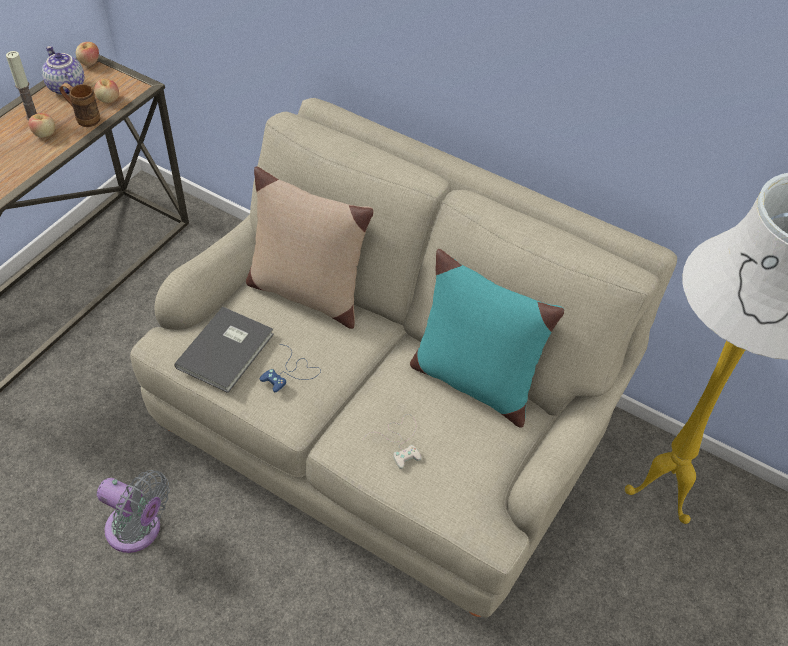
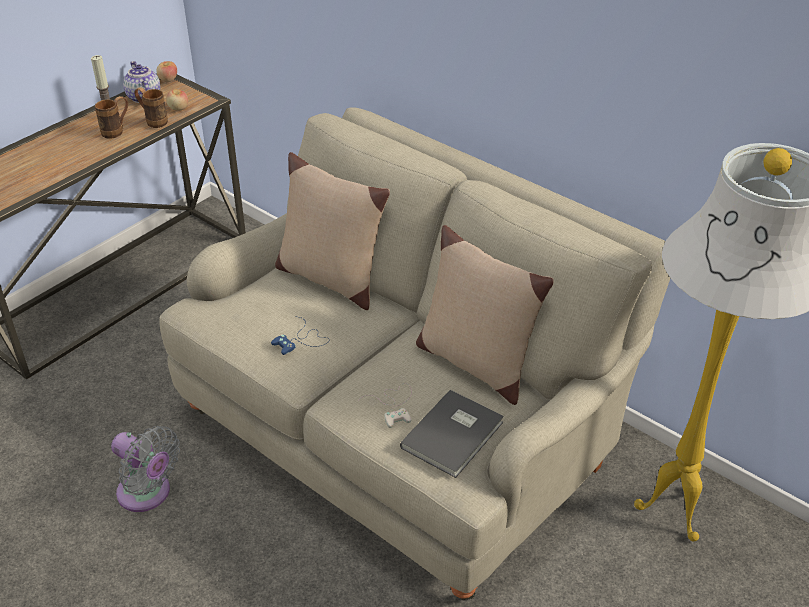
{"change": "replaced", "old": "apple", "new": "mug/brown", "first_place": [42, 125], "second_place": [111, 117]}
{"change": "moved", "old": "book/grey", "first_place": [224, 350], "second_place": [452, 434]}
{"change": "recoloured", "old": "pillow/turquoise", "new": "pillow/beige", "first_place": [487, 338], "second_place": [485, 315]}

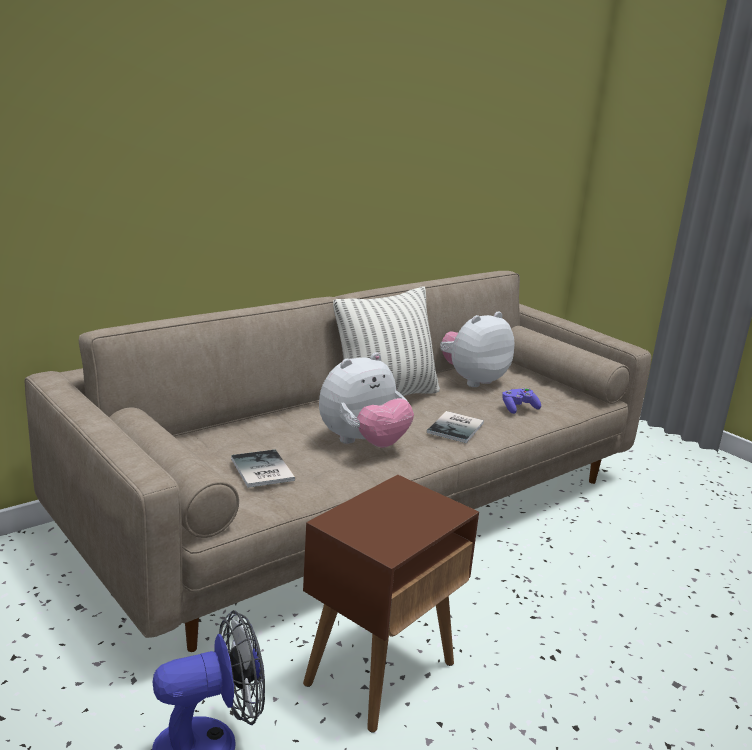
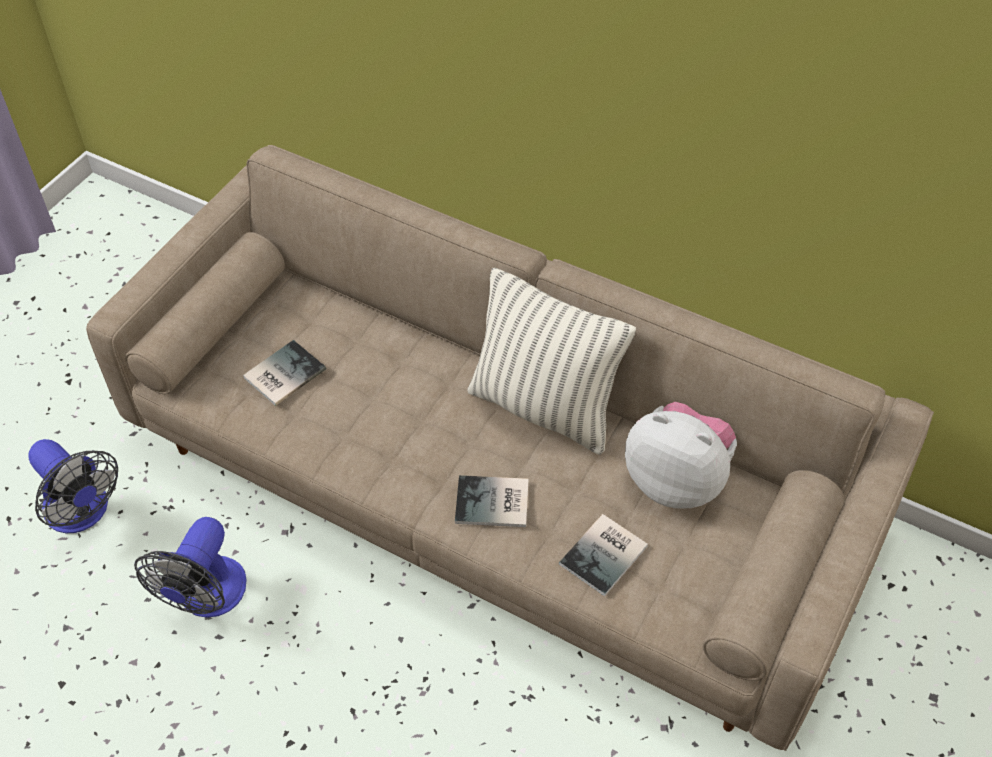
{"change": "replaced", "old": "side table/brown", "new": "fan", "first_place": [391, 604], "second_place": [190, 567]}
{"change": "removed", "old": "plush toy", "first_place": [366, 400]}
{"change": "replaced", "old": "game controller/purple", "new": "book", "first_place": [521, 401], "second_place": [603, 555]}

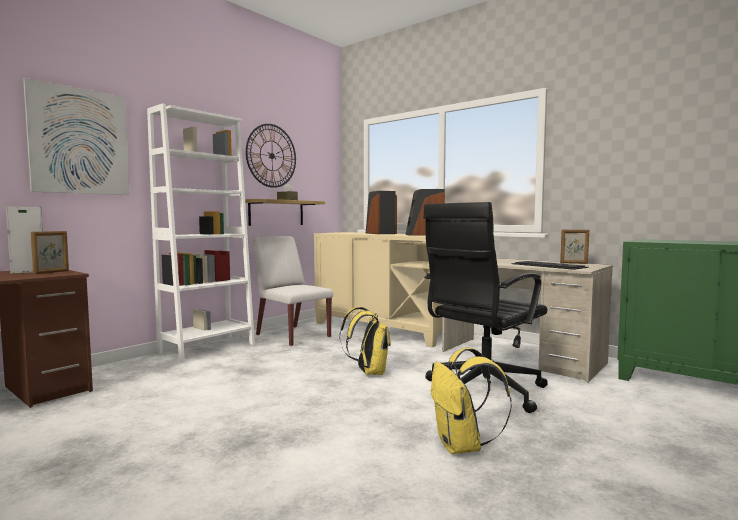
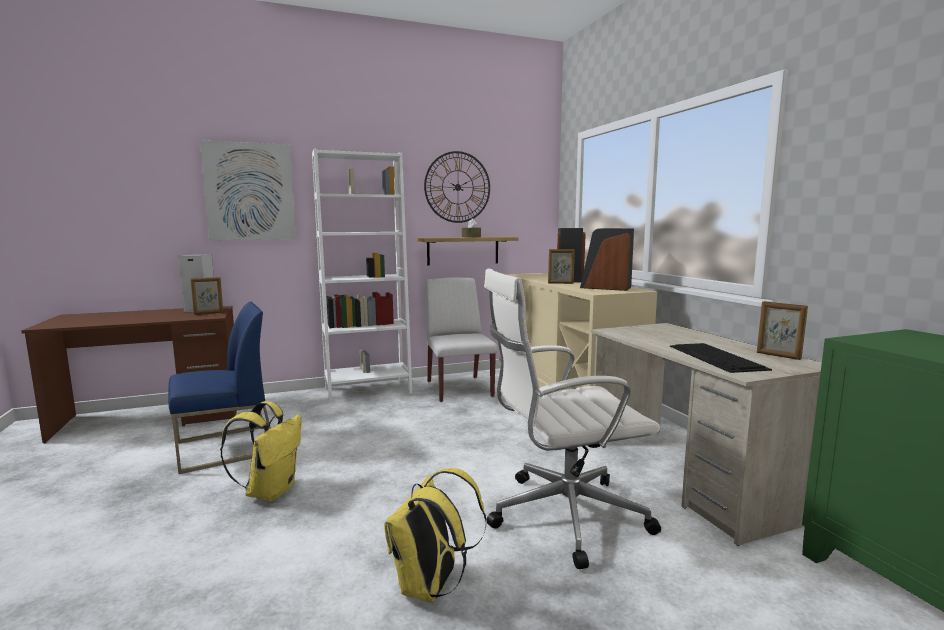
{"change": "moved", "old": "backpack/yellow", "first_place": [365, 341], "second_place": [261, 451]}
{"change": "recoloured", "old": "office chair/black", "new": "office chair/white", "first_place": [485, 307], "second_place": [572, 418]}
{"change": "added", "new": "chair/blue", "second_place": [219, 388]}
{"change": "added", "new": "picture frame", "second_place": [561, 266]}

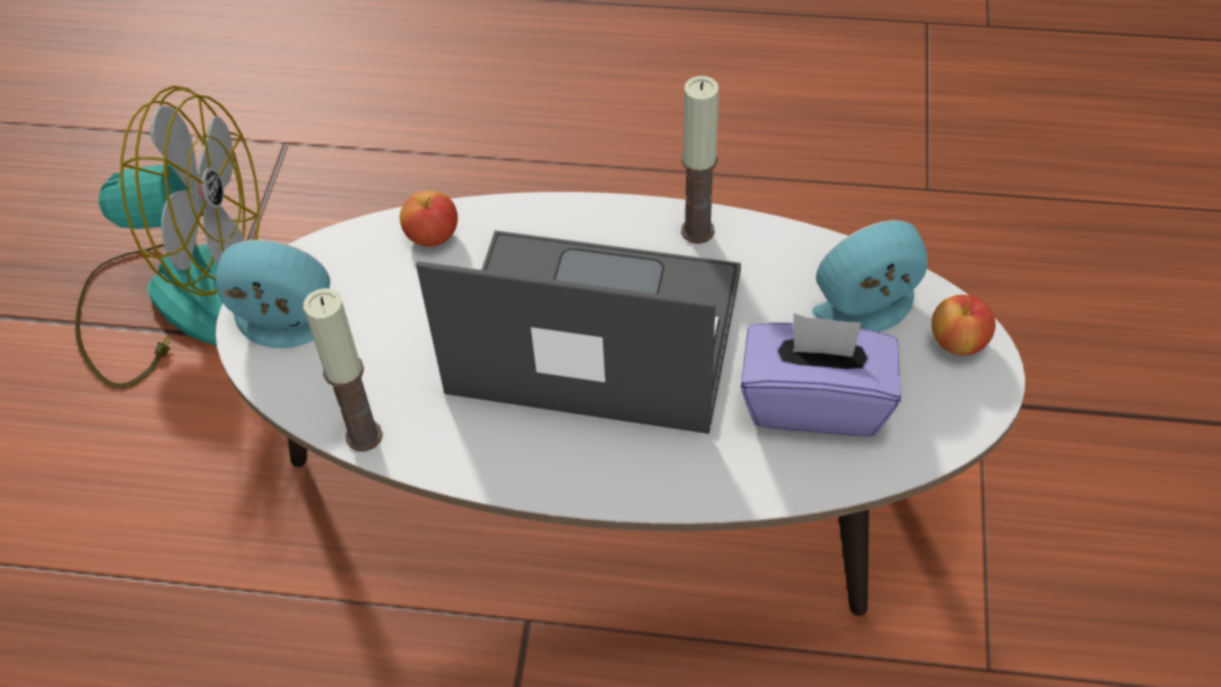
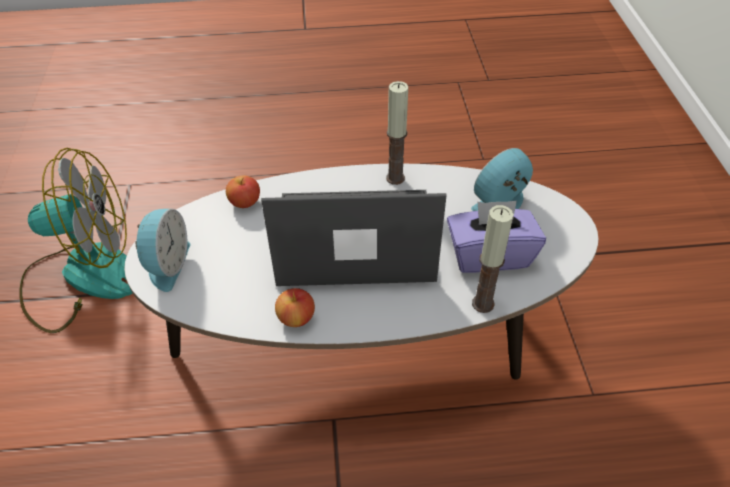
{"change": "turned", "old": "alarm clock", "first_place": [273, 294], "second_place": [163, 250], "degrees": 105}
{"change": "moved", "old": "candle", "first_place": [343, 369], "second_place": [493, 259]}
{"change": "moved", "old": "apple", "first_place": [963, 325], "second_place": [295, 307]}

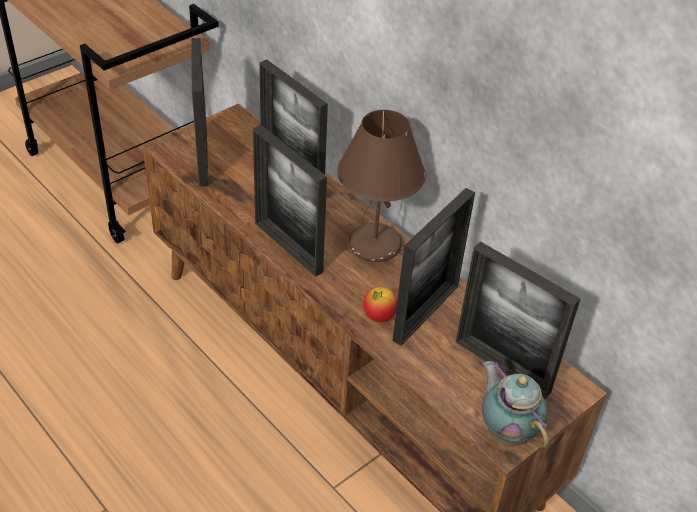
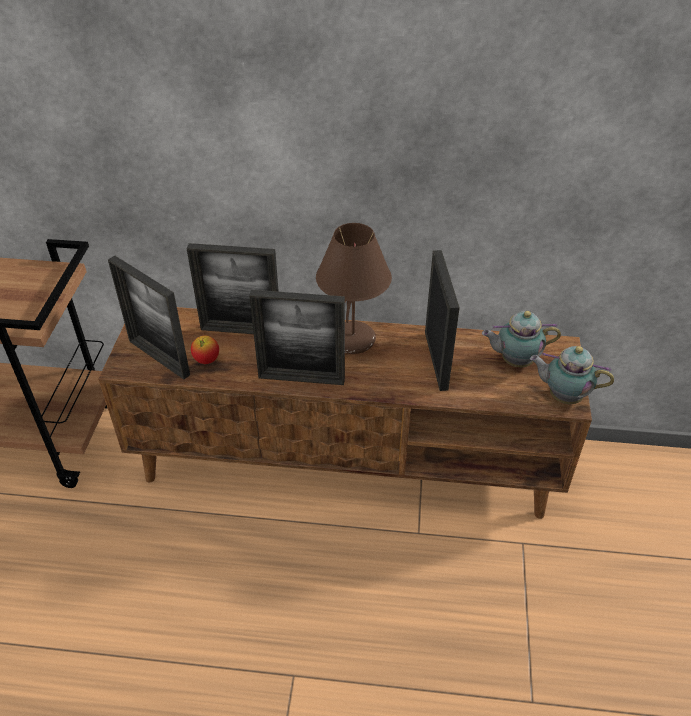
{"change": "moved", "old": "apple", "first_place": [380, 304], "second_place": [205, 349]}
{"change": "replaced", "old": "picture frame", "new": "teapot", "first_place": [518, 320], "second_place": [521, 339]}

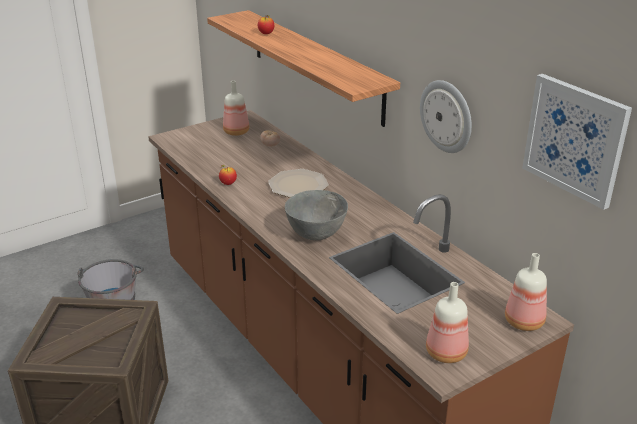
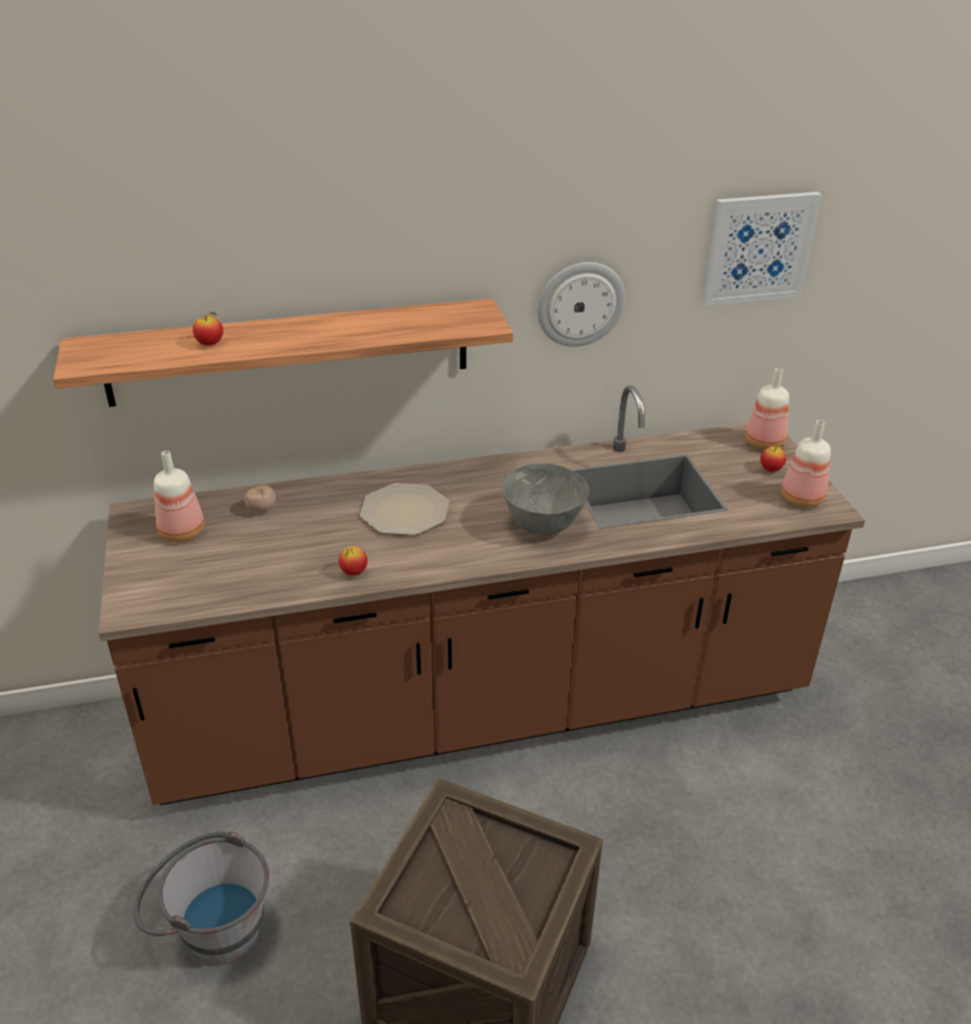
{"change": "added", "new": "apple", "second_place": [773, 458]}

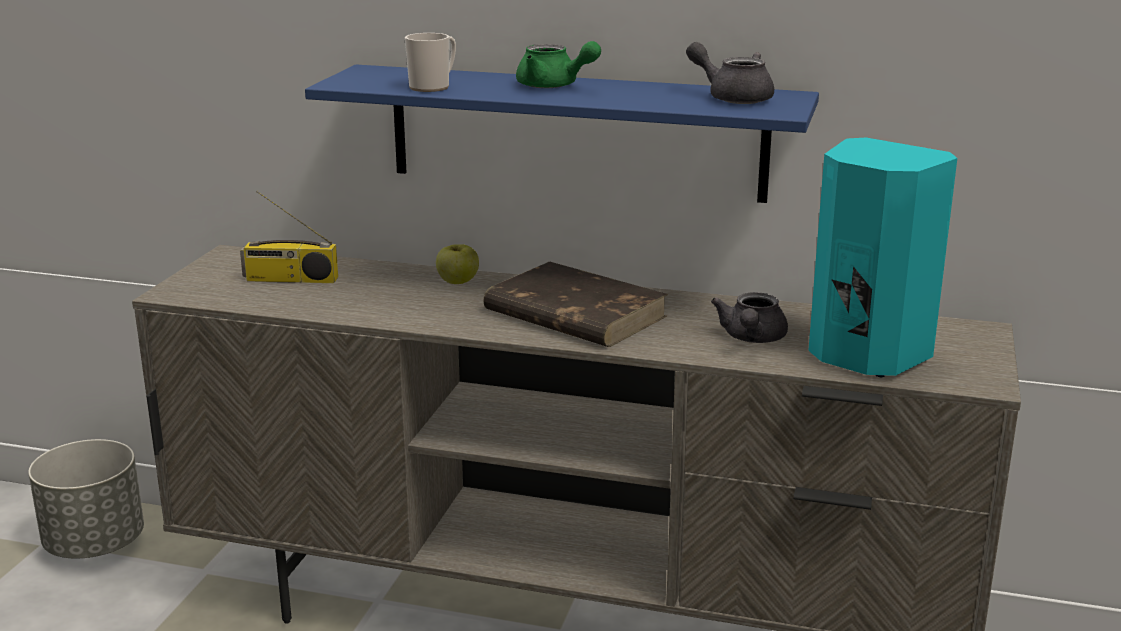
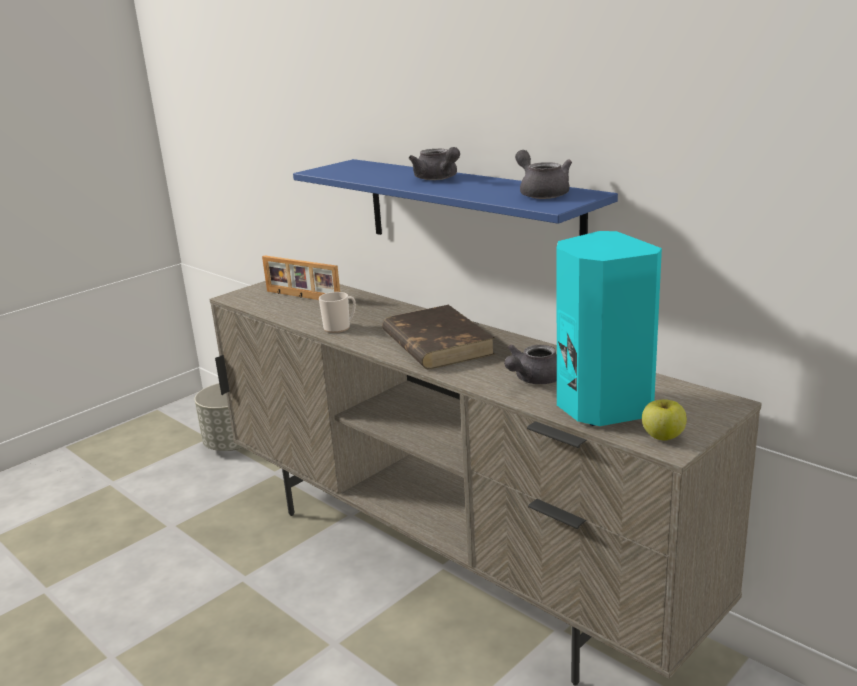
{"change": "replaced", "old": "radio", "new": "picture frame", "first_place": [289, 237], "second_place": [301, 278]}
{"change": "moved", "old": "mug", "first_place": [430, 62], "second_place": [337, 312]}
{"change": "moved", "old": "apple", "first_place": [457, 264], "second_place": [664, 419]}
{"change": "recoloured", "old": "teapot/green", "new": "teapot/grey", "first_place": [558, 64], "second_place": [434, 163]}

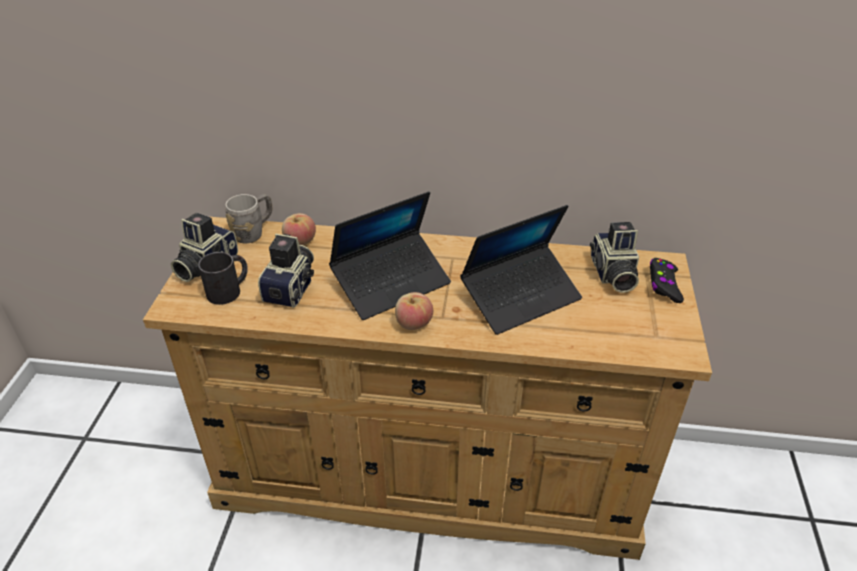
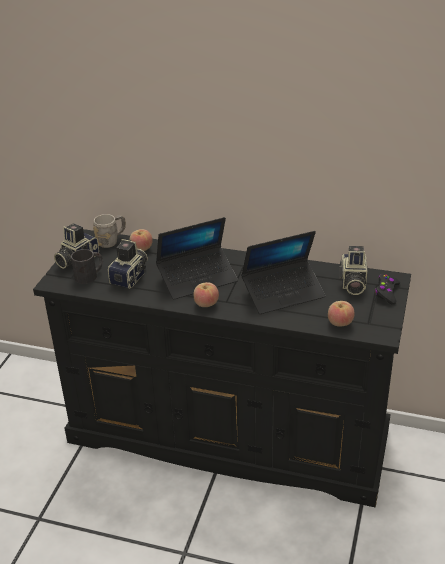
{"change": "recoloured", "old": "dresser/beige", "new": "dresser/black", "first_place": [427, 388], "second_place": [222, 368]}
{"change": "added", "new": "apple", "second_place": [341, 314]}

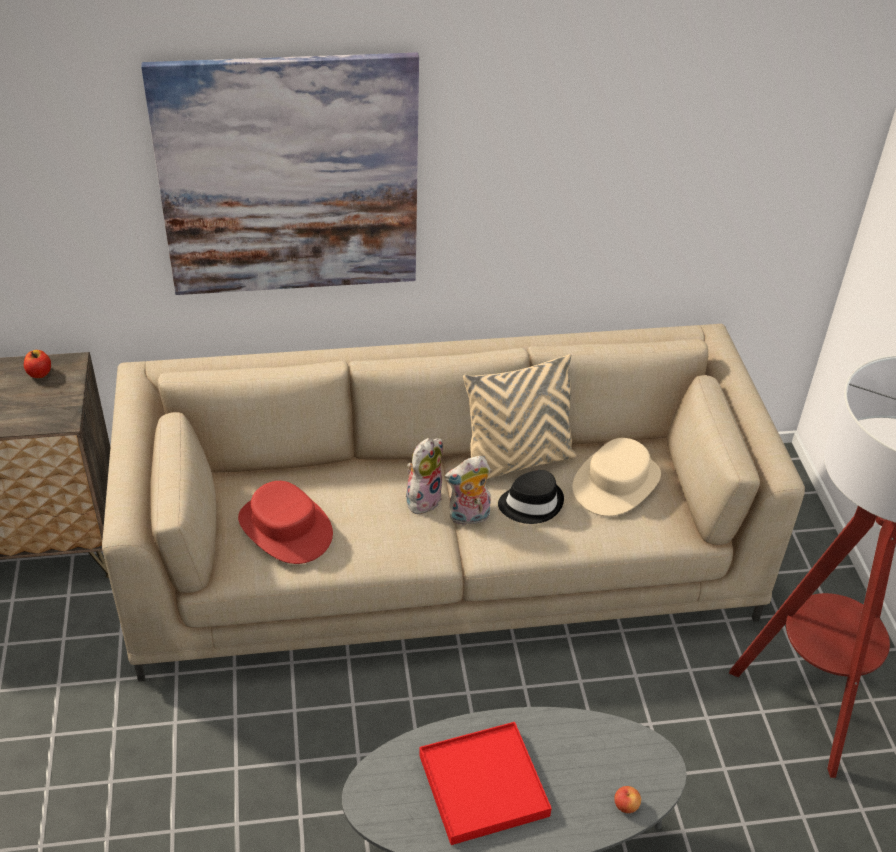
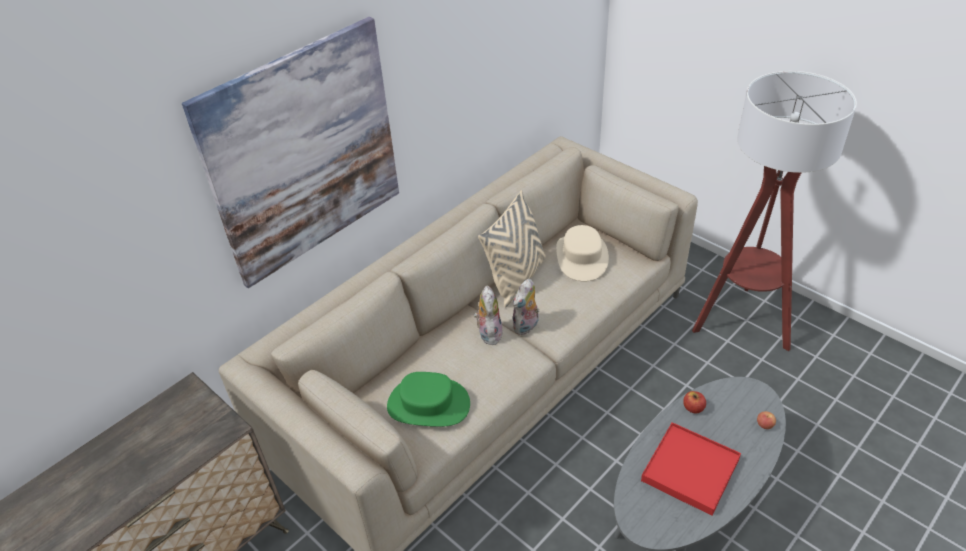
{"change": "moved", "old": "apple", "first_place": [37, 364], "second_place": [694, 402]}
{"change": "recoloured", "old": "hat/red", "new": "hat/green", "first_place": [285, 522], "second_place": [428, 399]}
{"change": "removed", "old": "hat/black", "first_place": [531, 497]}

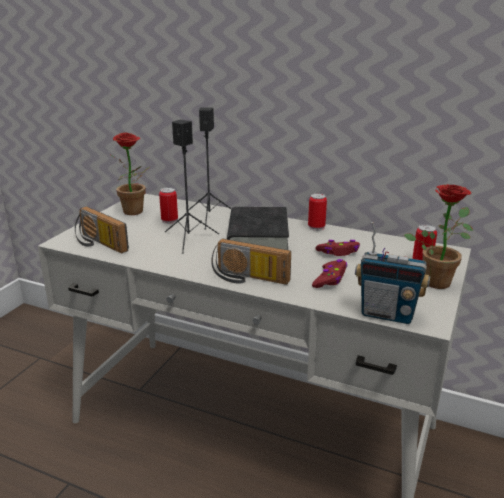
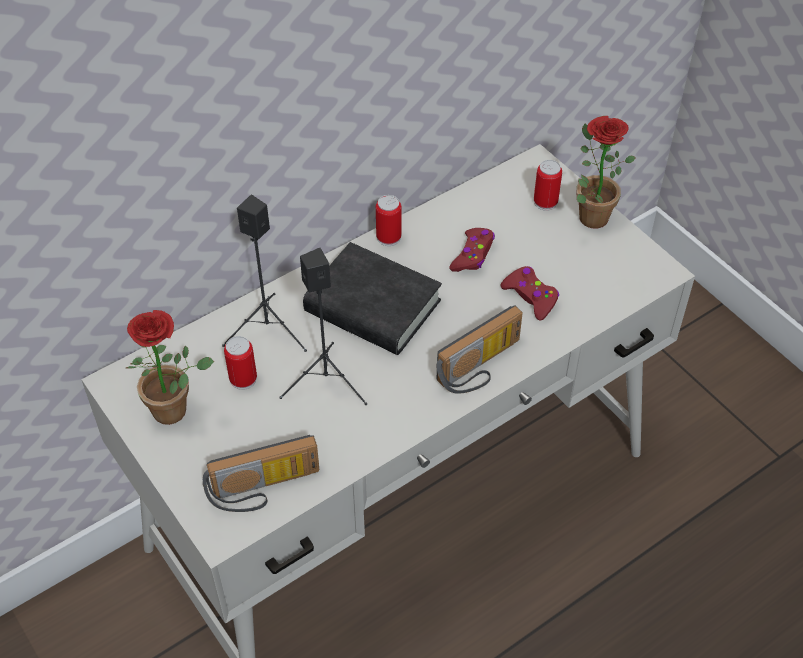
{"change": "removed", "old": "radio", "first_place": [392, 273]}

